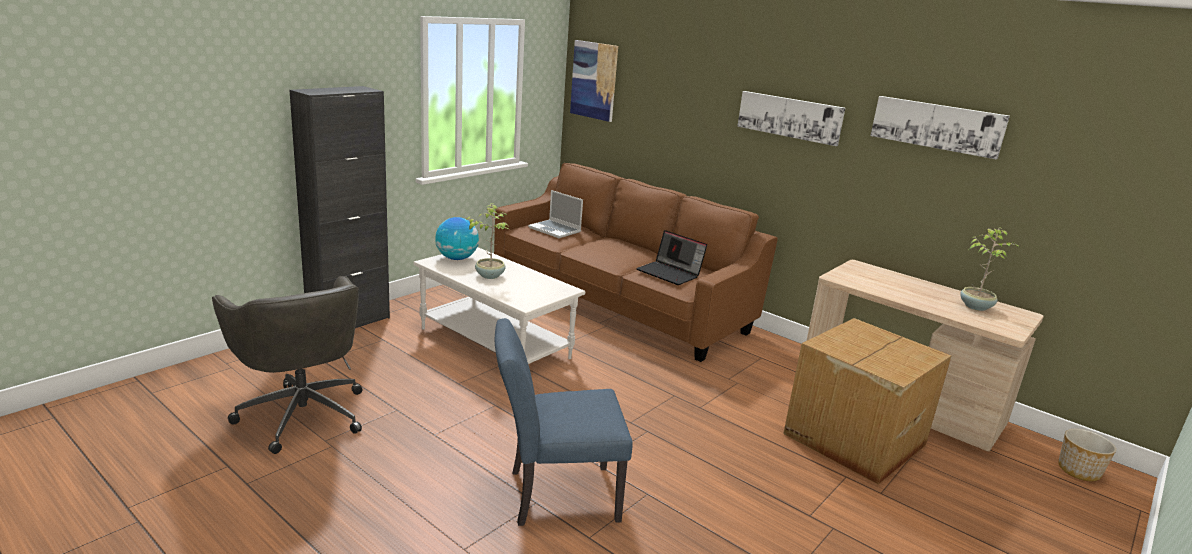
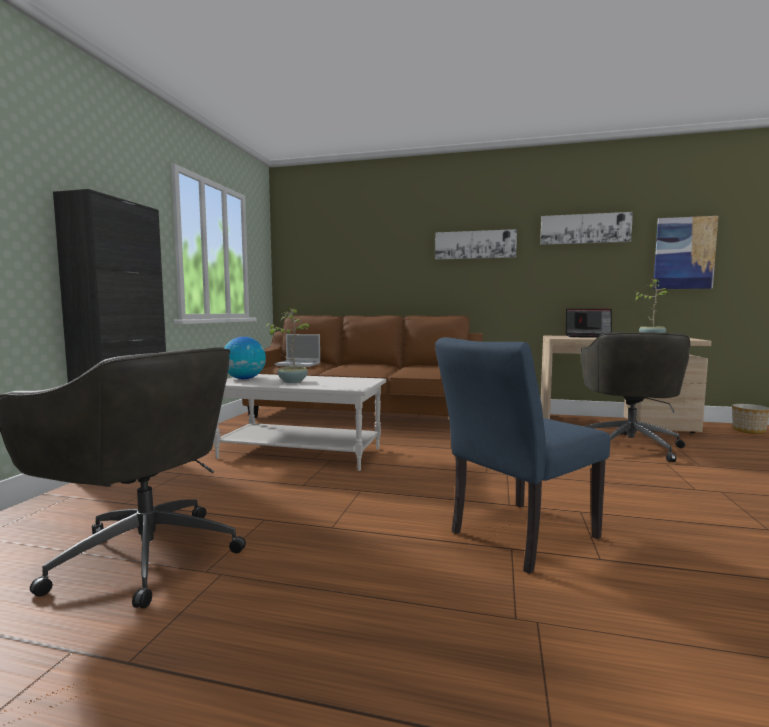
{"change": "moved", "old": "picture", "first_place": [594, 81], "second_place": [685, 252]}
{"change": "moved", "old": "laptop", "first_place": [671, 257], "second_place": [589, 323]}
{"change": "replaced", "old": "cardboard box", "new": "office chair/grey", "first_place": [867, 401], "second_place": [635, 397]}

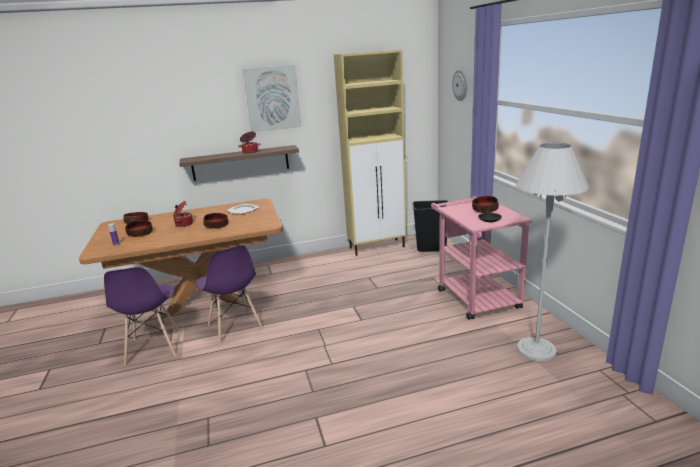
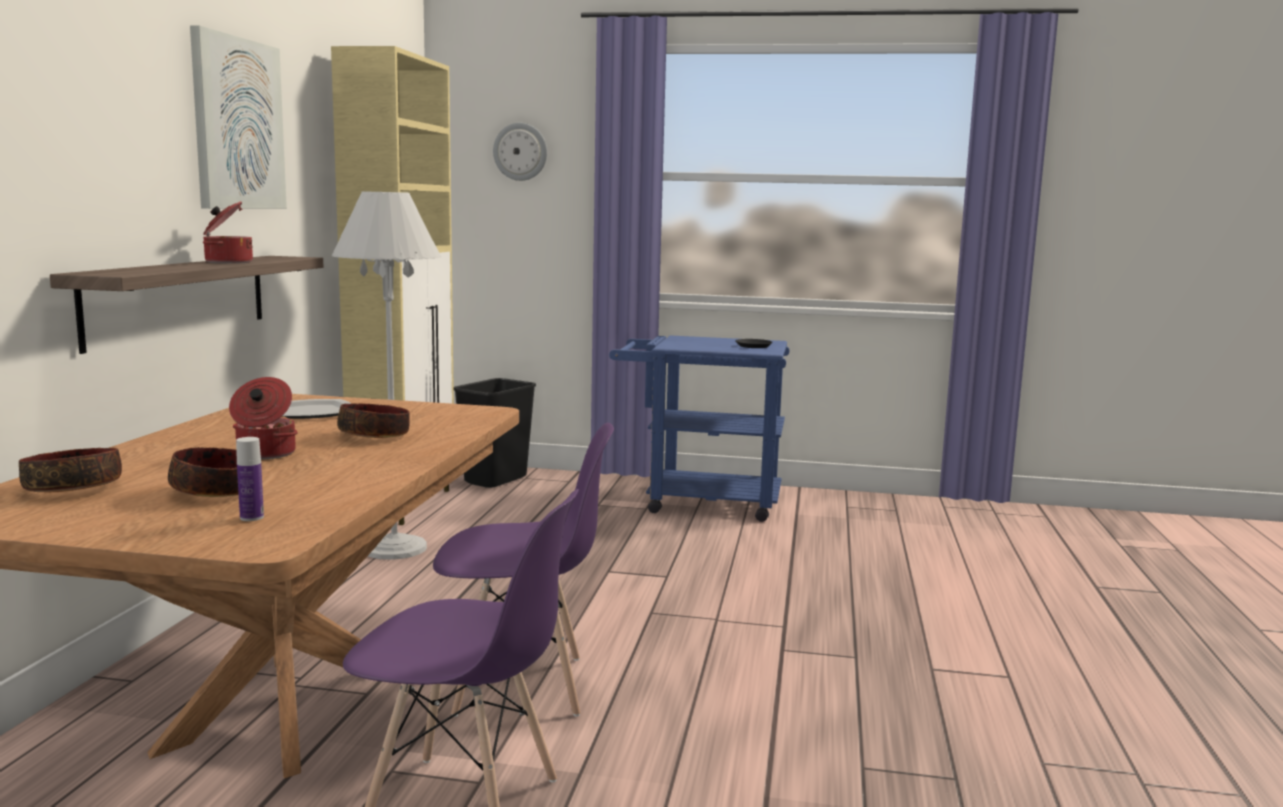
{"change": "recoloured", "old": "cart/pink", "new": "cart/blue", "first_place": [482, 258], "second_place": [699, 428]}
{"change": "removed", "old": "bowl", "first_place": [485, 204]}
{"change": "moved", "old": "floor lamp/white", "first_place": [552, 252], "second_place": [386, 375]}

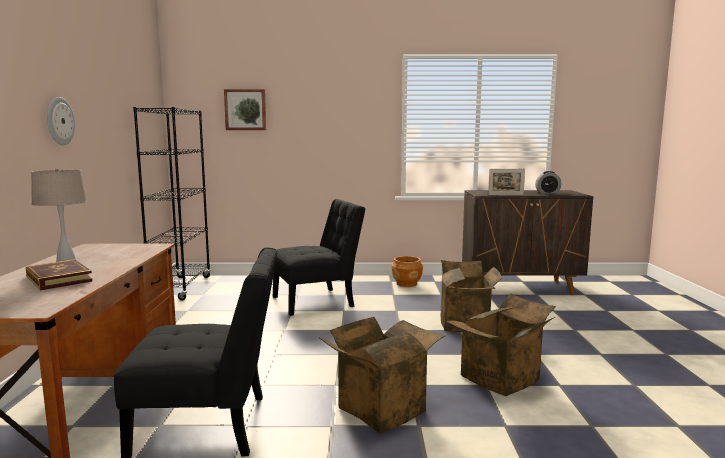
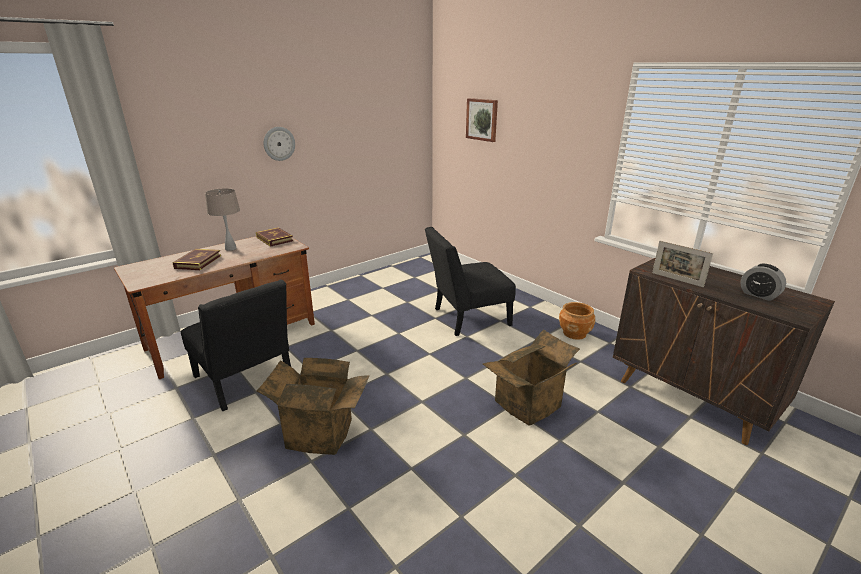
{"change": "removed", "old": "bookcase/black", "first_place": [172, 203]}
{"change": "turned", "old": "chair/black", "first_place": [319, 257], "second_place": [470, 281], "degrees": 135}
{"change": "removed", "old": "cardboard box", "first_place": [501, 344]}
{"change": "added", "new": "book", "second_place": [274, 237]}

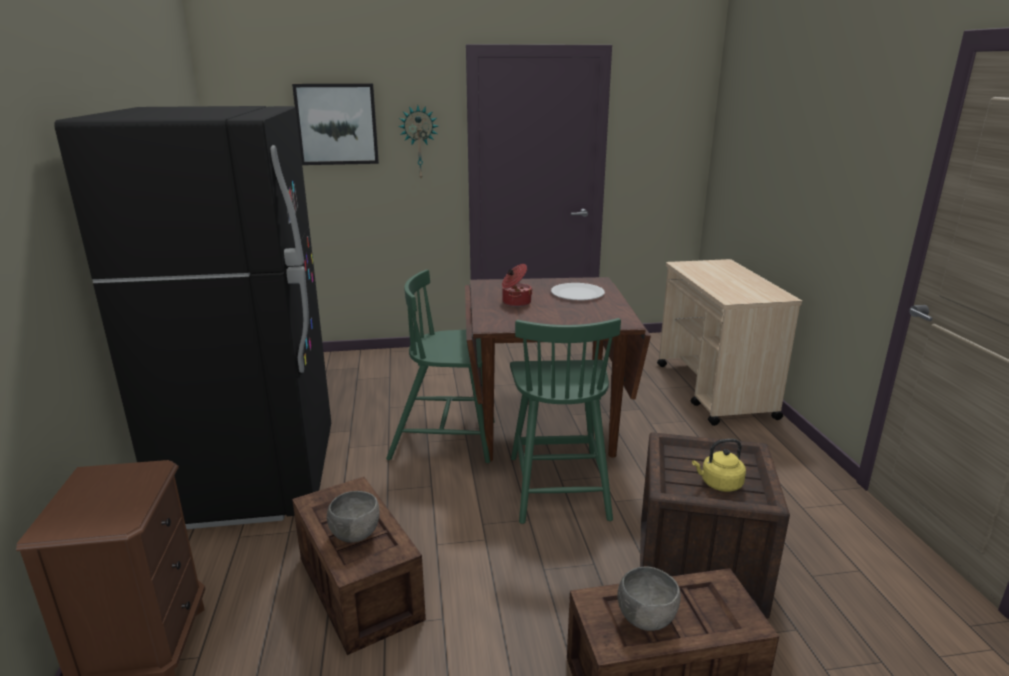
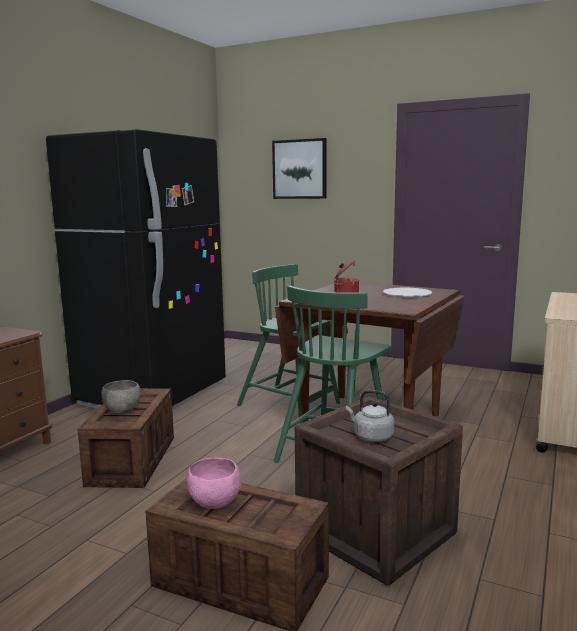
{"change": "removed", "old": "wall clock", "first_place": [418, 141]}
{"change": "recoloured", "old": "bowl/grey", "new": "bowl/pink", "first_place": [649, 598], "second_place": [214, 483]}
{"change": "recoloured", "old": "kettle/yellow", "new": "kettle/grey", "first_place": [719, 465], "second_place": [370, 416]}

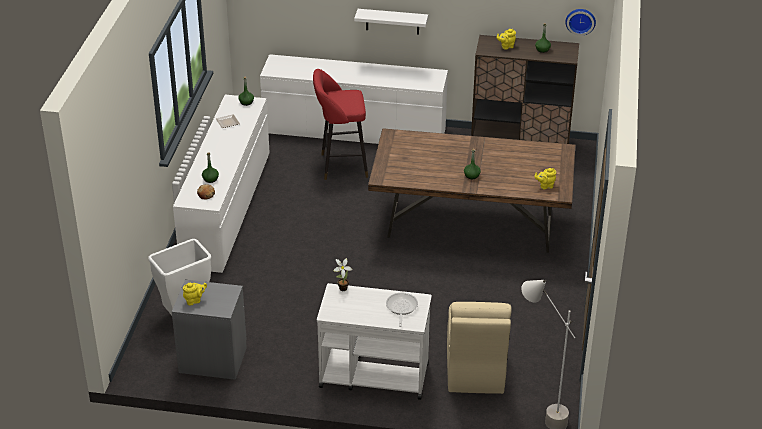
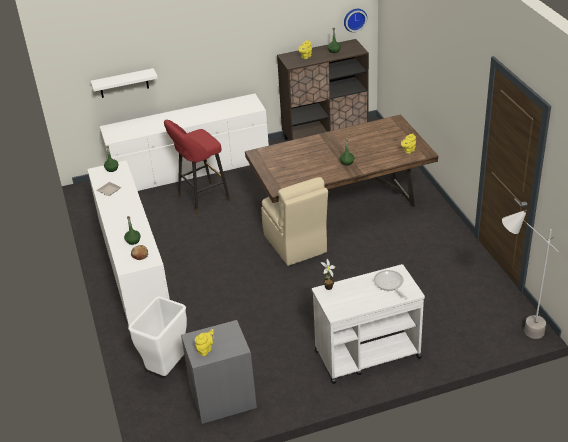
{"change": "moved", "old": "shelf/white", "first_place": [391, 22], "second_place": [124, 83]}
{"change": "moved", "old": "chair/beige", "first_place": [479, 348], "second_place": [294, 221]}

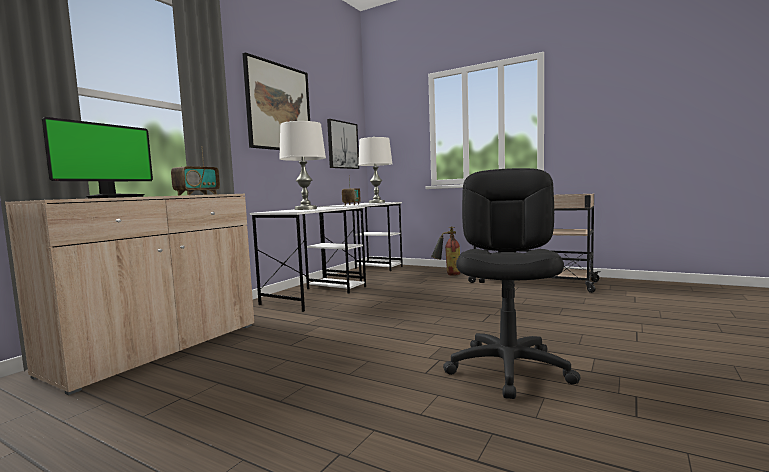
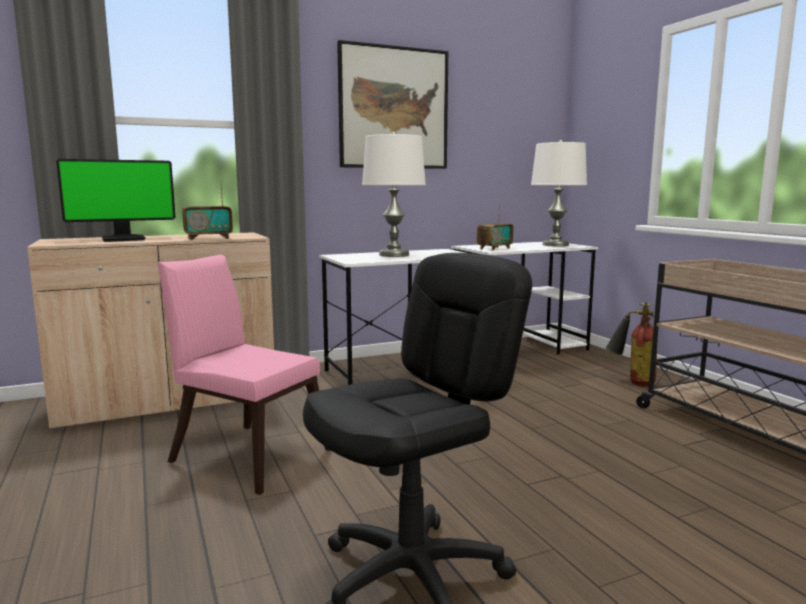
{"change": "removed", "old": "picture", "first_place": [343, 144]}
{"change": "added", "new": "chair/pink", "second_place": [244, 375]}

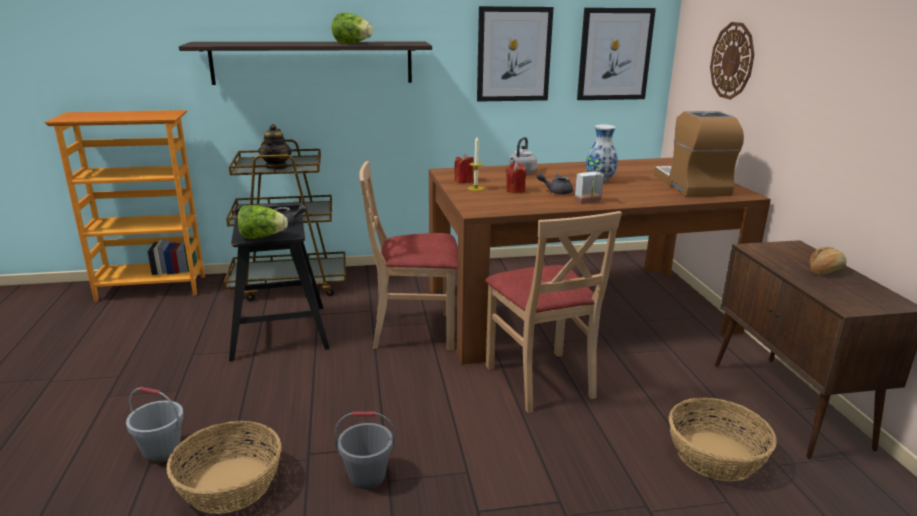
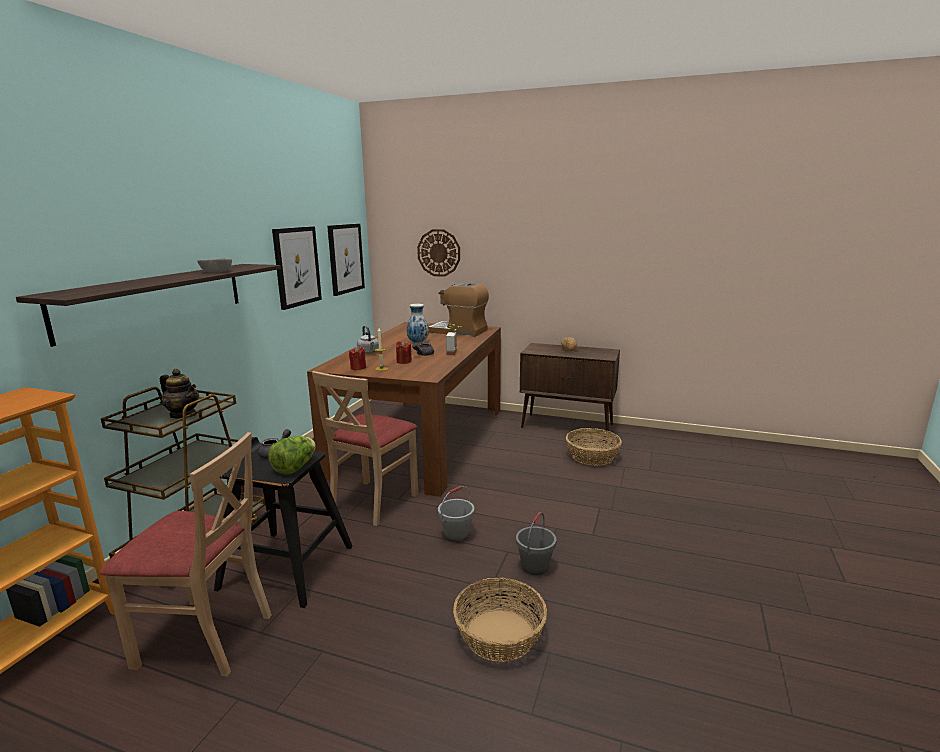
{"change": "moved", "old": "bucket/grey", "first_place": [155, 425], "second_place": [456, 514]}
{"change": "replaced", "old": "lettuce", "new": "bowl/grey", "first_place": [352, 28], "second_place": [214, 266]}
{"change": "moved", "old": "chair/beige", "first_place": [553, 312], "second_place": [186, 554]}

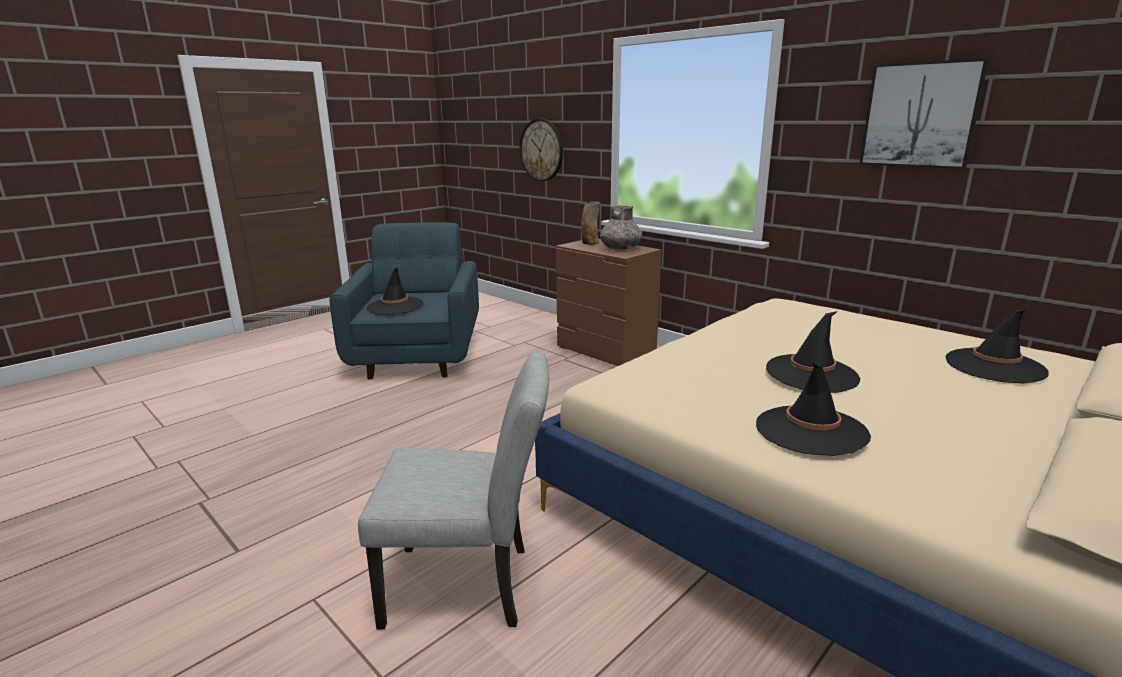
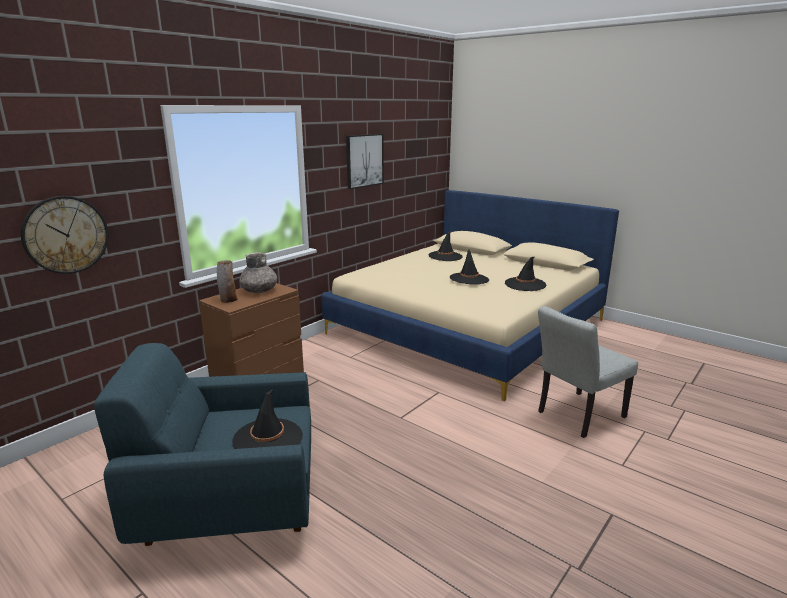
{"change": "turned", "old": "chair/grey", "first_place": [453, 491], "second_place": [588, 372], "degrees": -120}

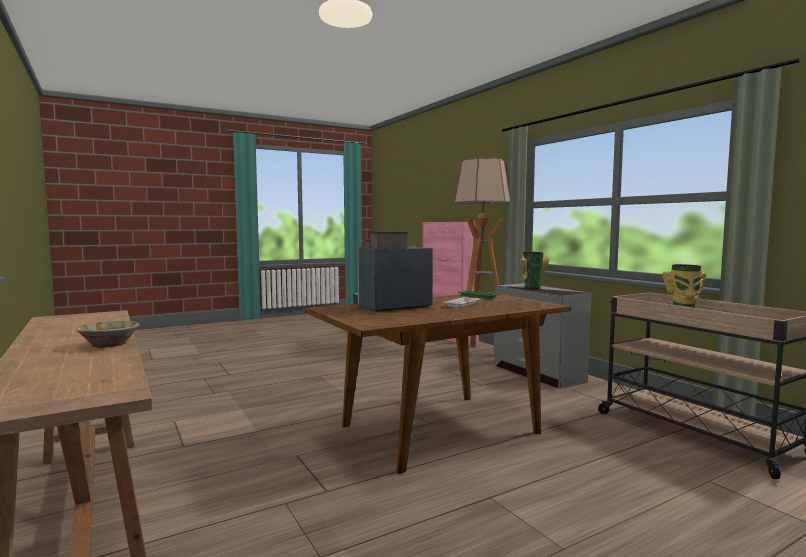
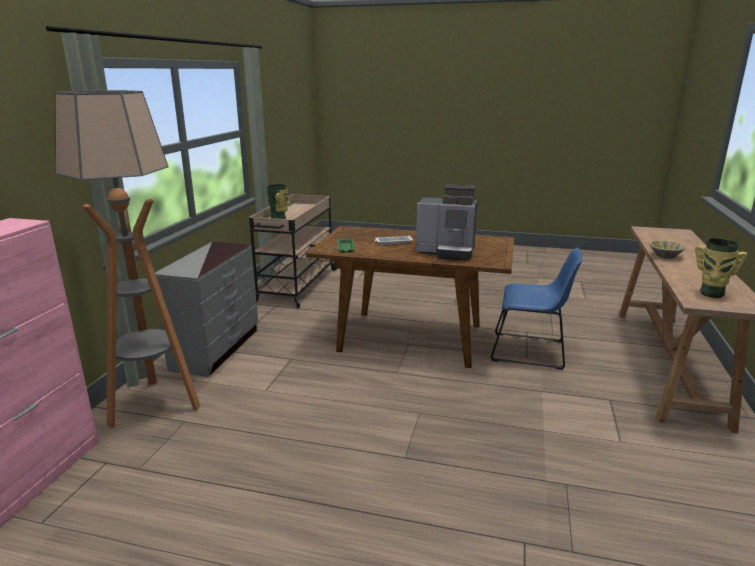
{"change": "moved", "old": "vase", "first_place": [534, 270], "second_place": [721, 268]}
{"change": "added", "new": "chair/blue", "second_place": [536, 309]}

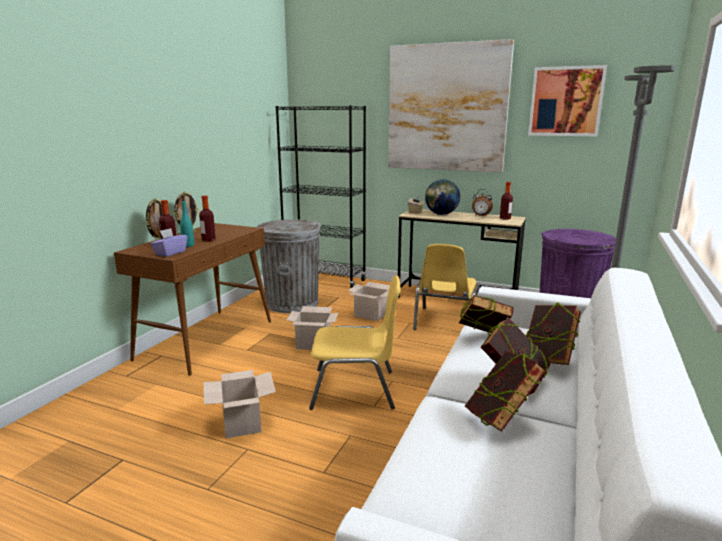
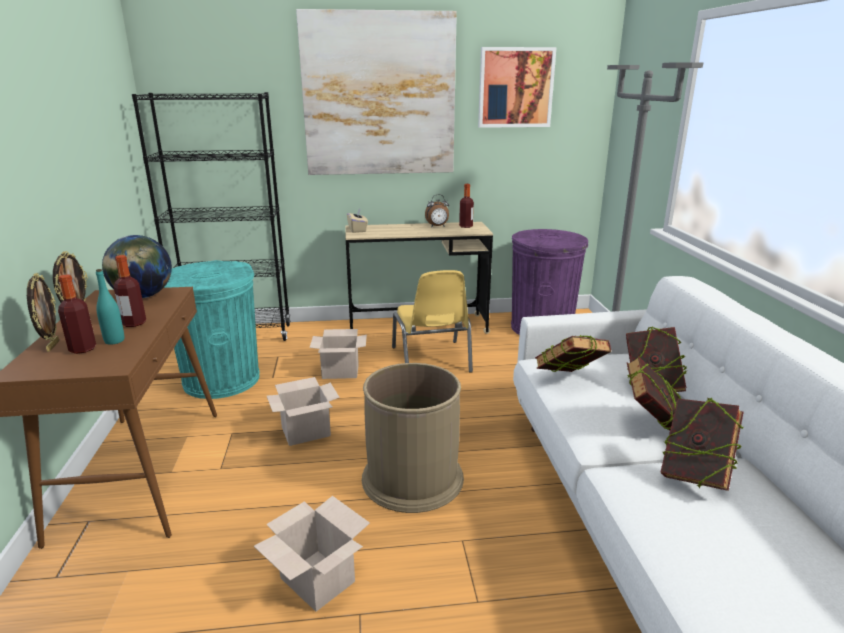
{"change": "removed", "old": "tissue box/purple", "first_place": [168, 242]}
{"change": "recoloured", "old": "trash can/grey", "new": "trash can/turquoise", "first_place": [289, 266], "second_place": [212, 329]}
{"change": "replaced", "old": "chair/yellow", "new": "trash can/brown", "first_place": [355, 342], "second_place": [413, 438]}
{"change": "moved", "old": "globe", "first_place": [442, 197], "second_place": [137, 266]}

